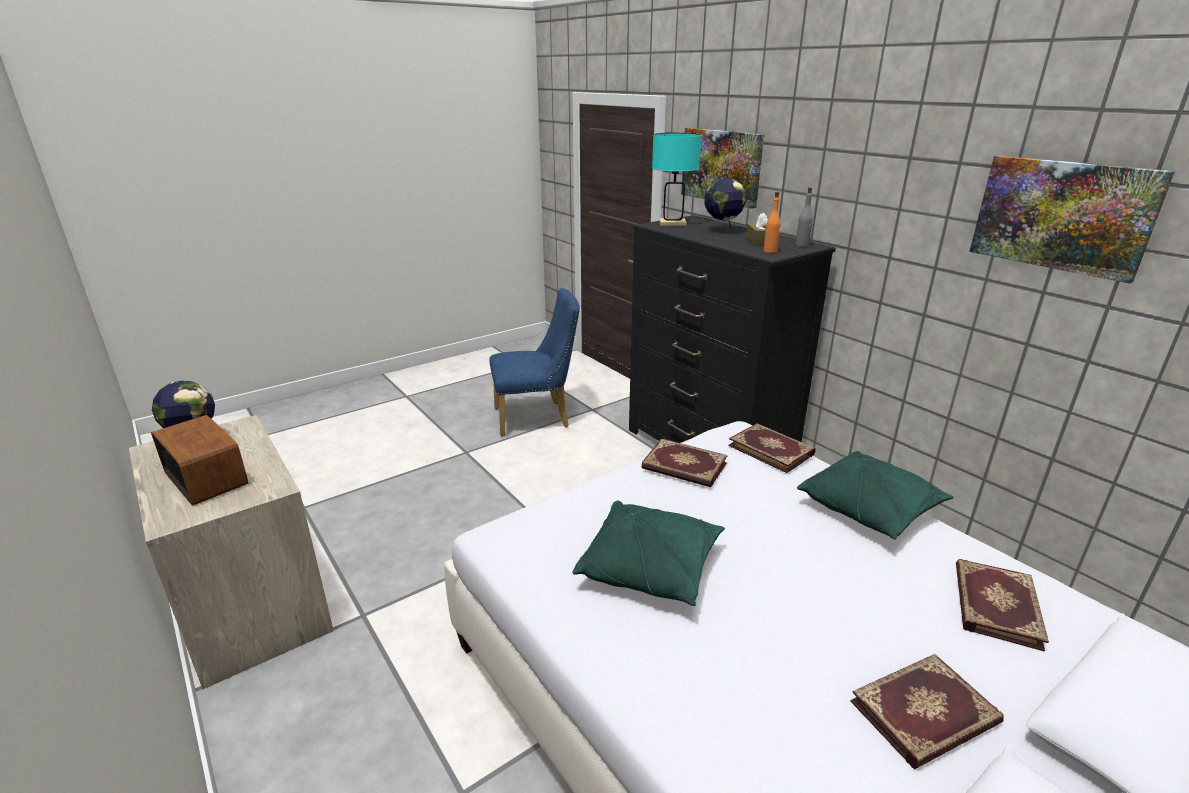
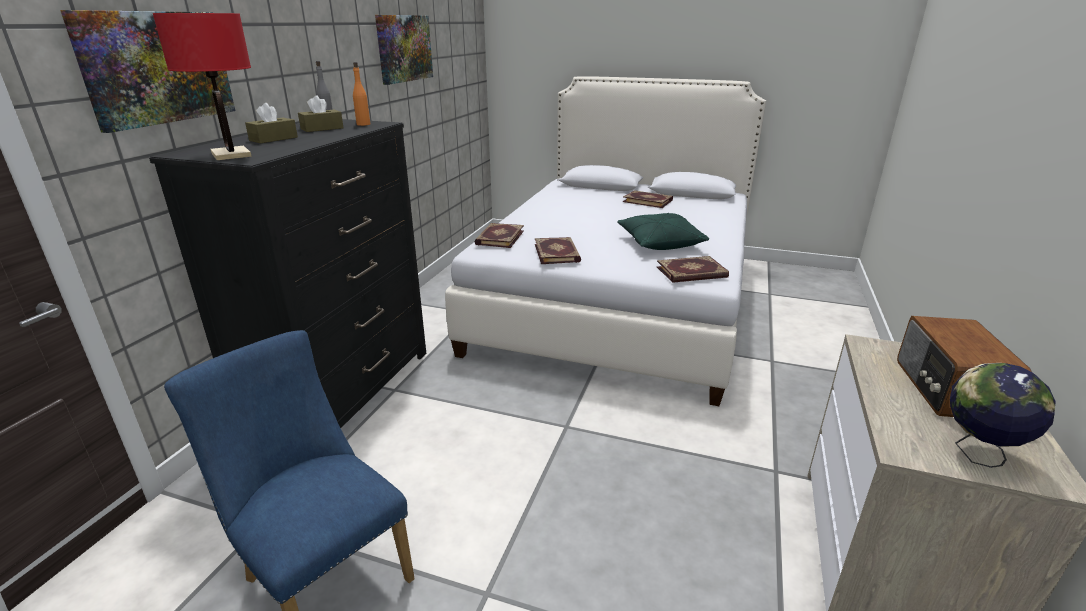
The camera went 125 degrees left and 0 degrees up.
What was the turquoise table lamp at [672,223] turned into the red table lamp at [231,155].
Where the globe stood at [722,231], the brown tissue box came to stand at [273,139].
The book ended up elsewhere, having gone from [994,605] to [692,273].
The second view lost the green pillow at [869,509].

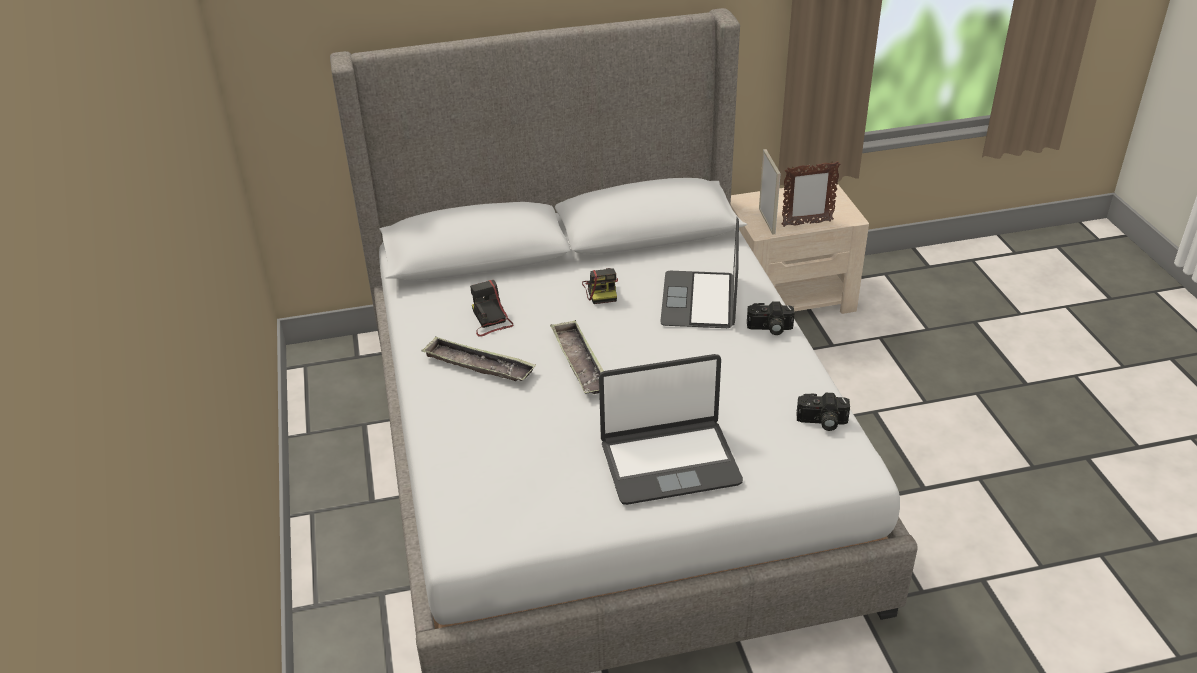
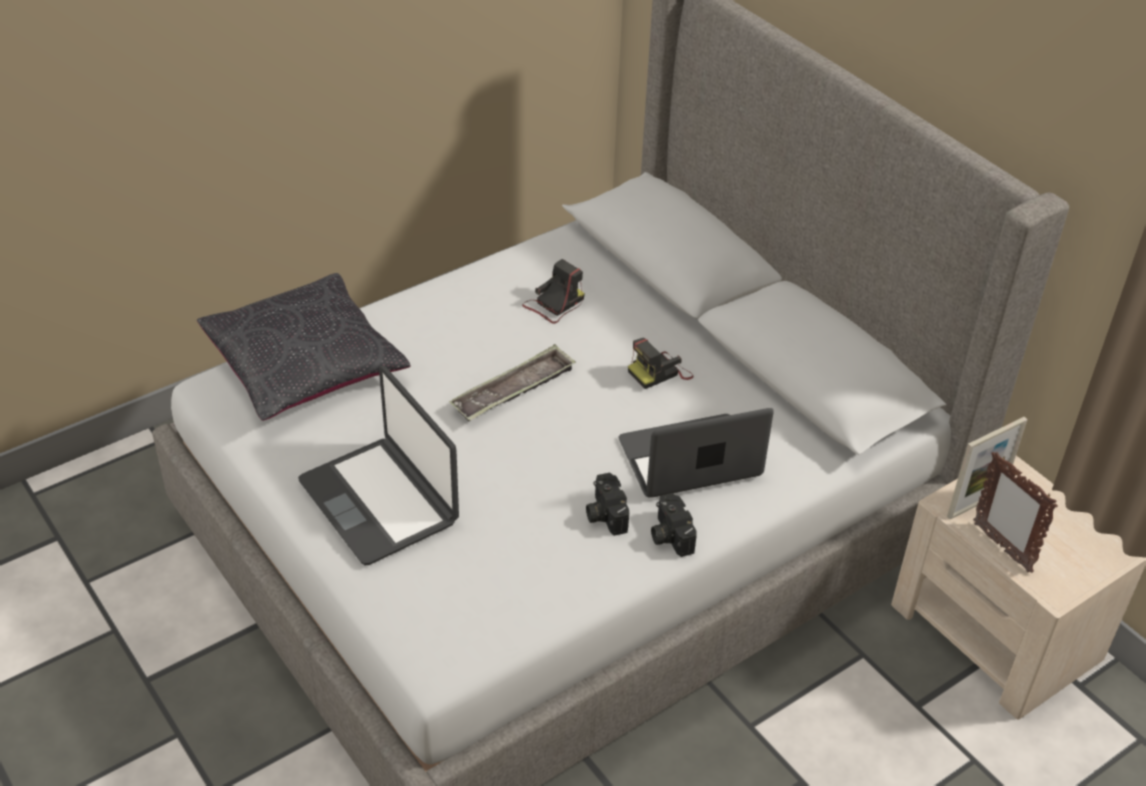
The camera went 65 degrees right and 5 degrees up.
The second view gained the black pillow at [304,365].
The photo camera ended up elsewhere, having gone from [822,422] to [604,514].
The second view lost the tray at [478,365].

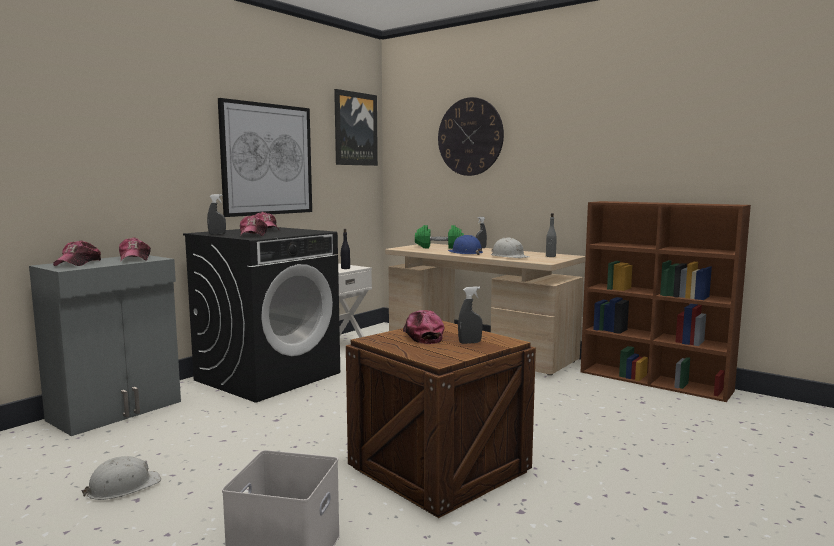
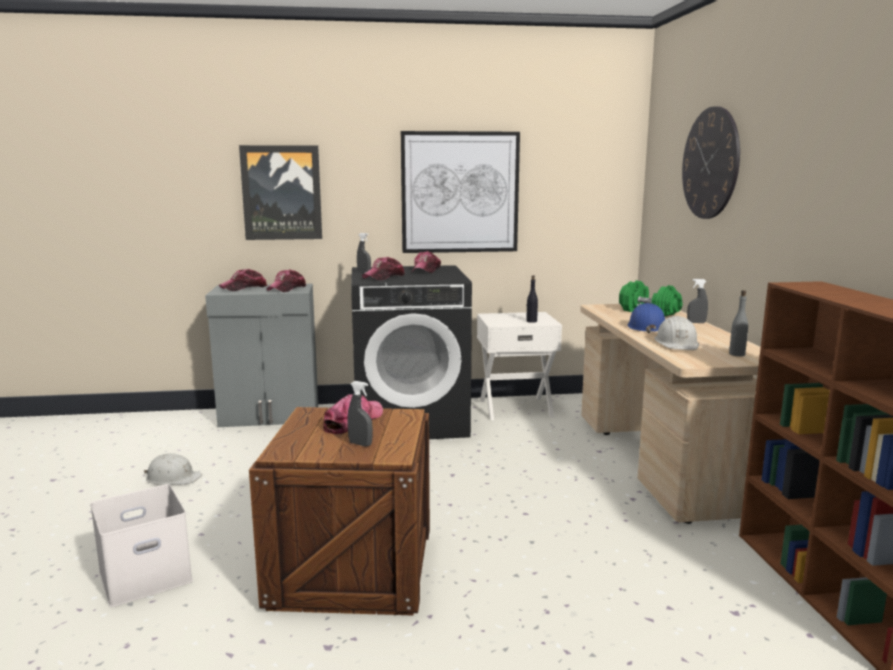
The camera went 45 degrees right and 5 degrees up.
The picture ended up elsewhere, having gone from [355,129] to [281,193].

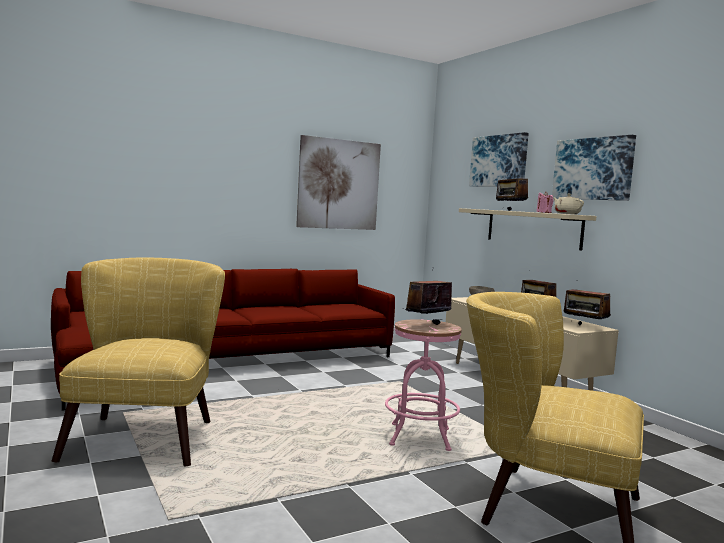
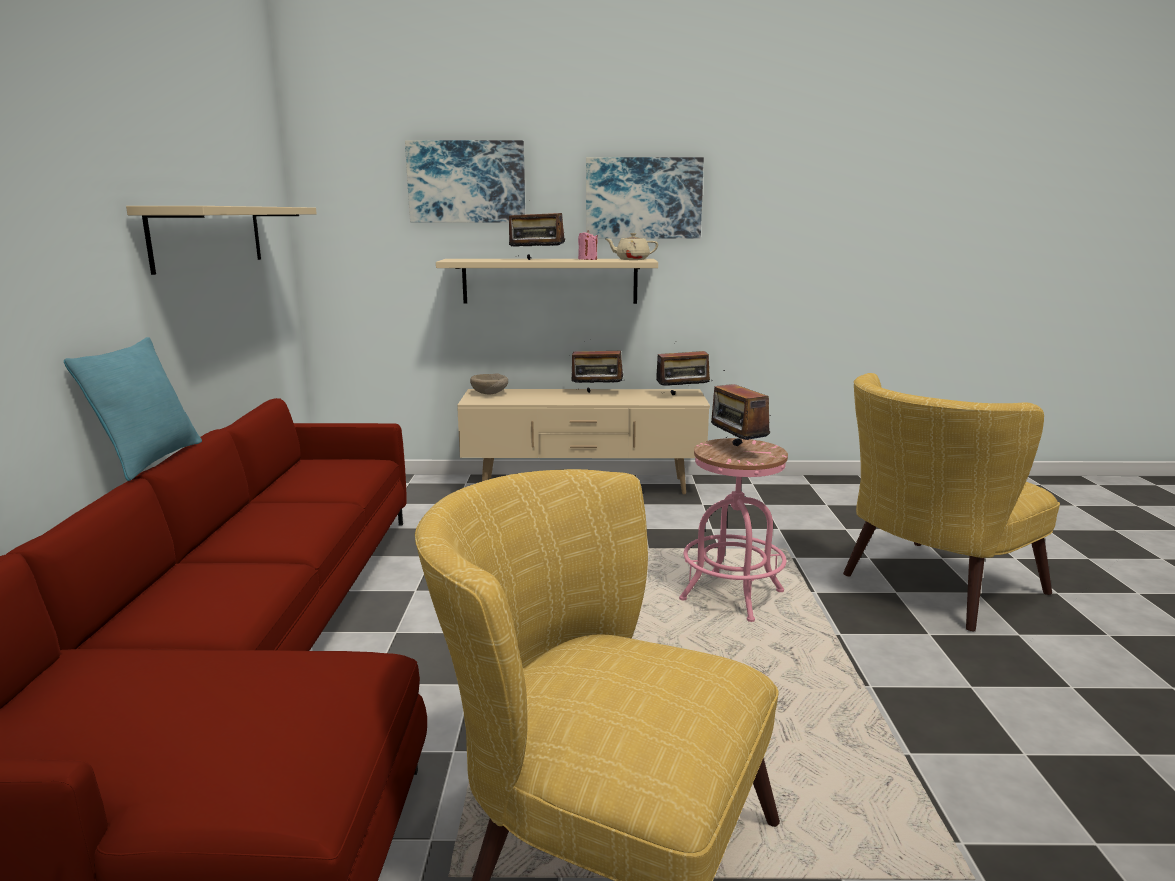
The camera went 60 degrees left and 10 degrees up.
The second view gained the turquoise pillow at [151,460].
Where the picture hung at [338,184], the beige shelf came to hang at [208,236].

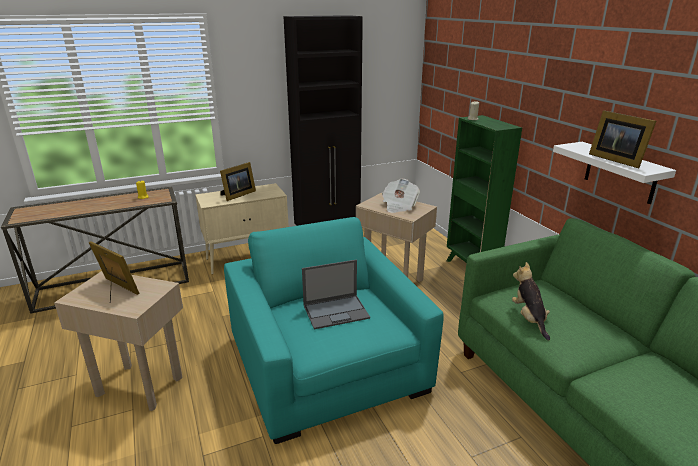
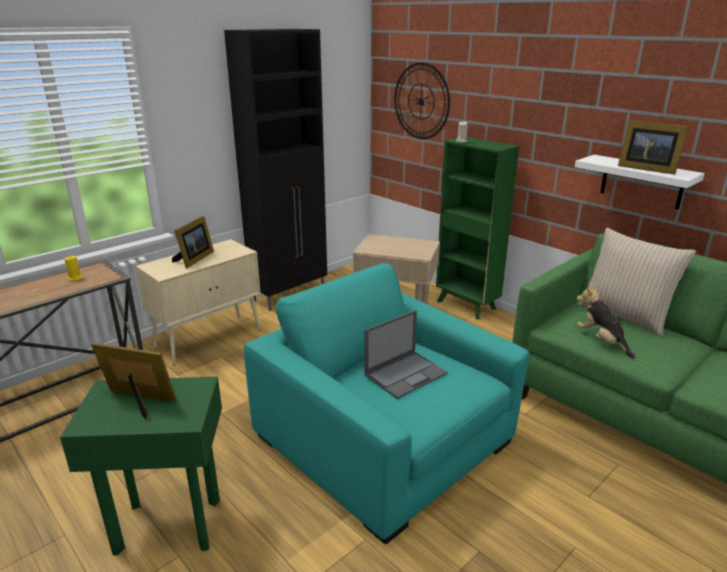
The camera went 20 degrees left and 0 degrees up.
What was the beige side table at [140,385] turned into the green side table at [168,524].
The second view gained the wall clock at [421,101].
The second view gained the beige pillow at [624,315].
The second view lost the newspaper at [399,206].

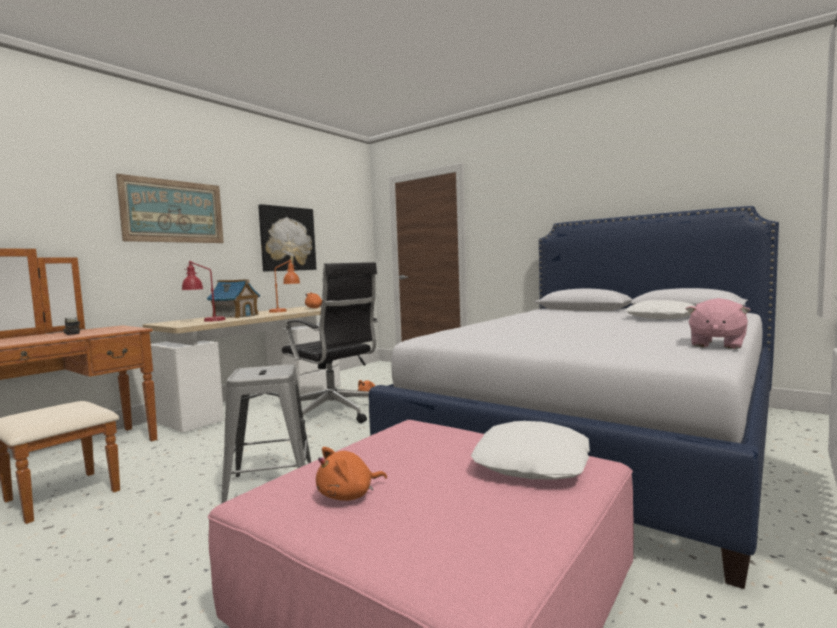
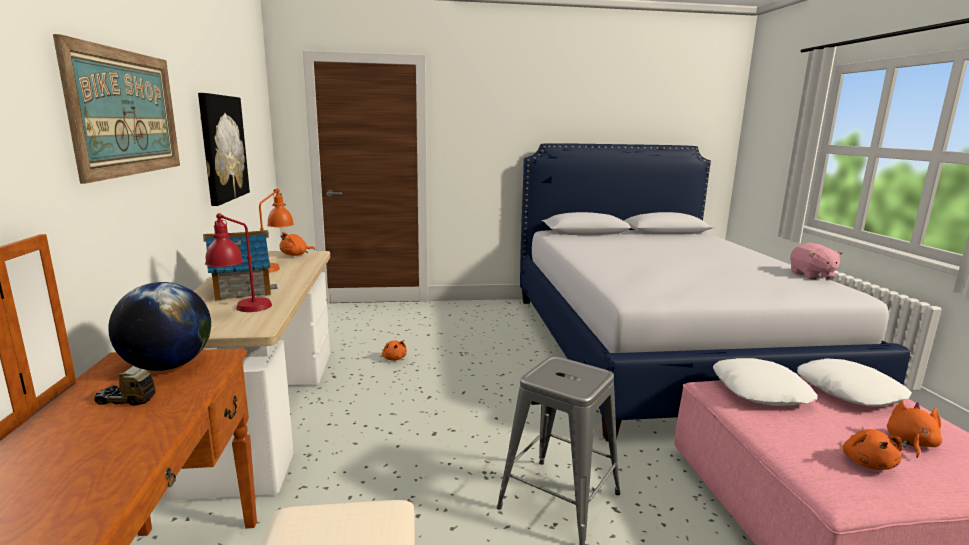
The camera went 45 degrees left and 10 degrees up.
The second view gained the globe at [168,366].
The white pillow ended up elsewhere, having gone from [661,317] to [761,391].
The second view gained the orange plush toy at [910,443].
The second view lost the black office chair at [334,414].

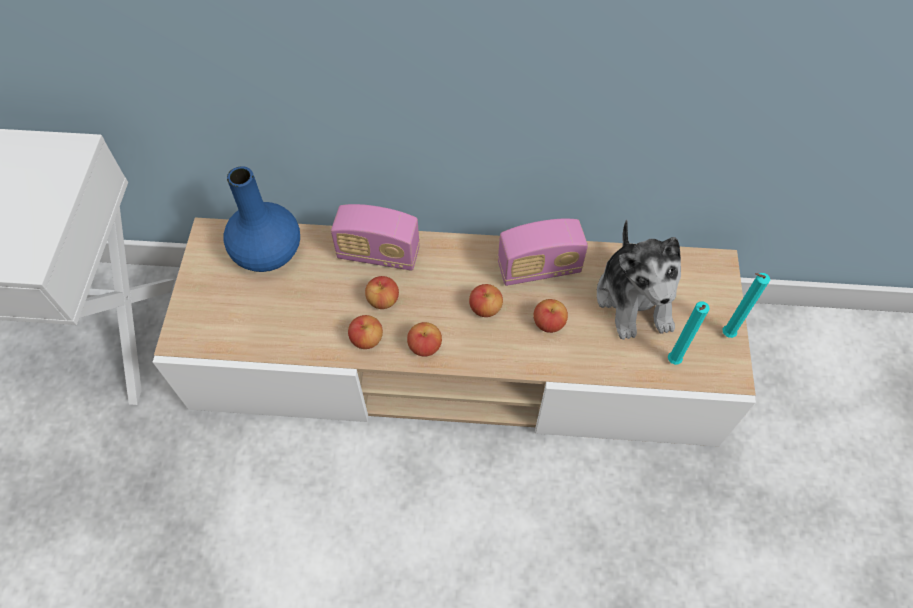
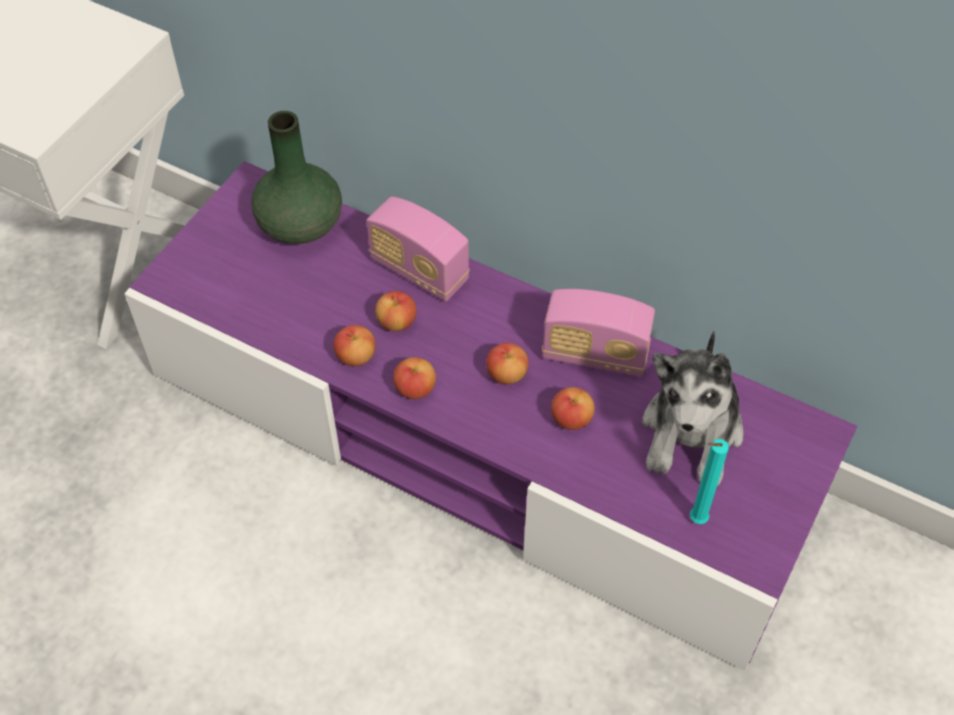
The camera went 25 degrees right and 5 degrees down.
What was the beige tv stand at [456,359] turned into the purple tv stand at [477,440].
What was the blue vase at [268,252] turned into the green vase at [301,225].
The second view lost the turquoise candle at [725,334].

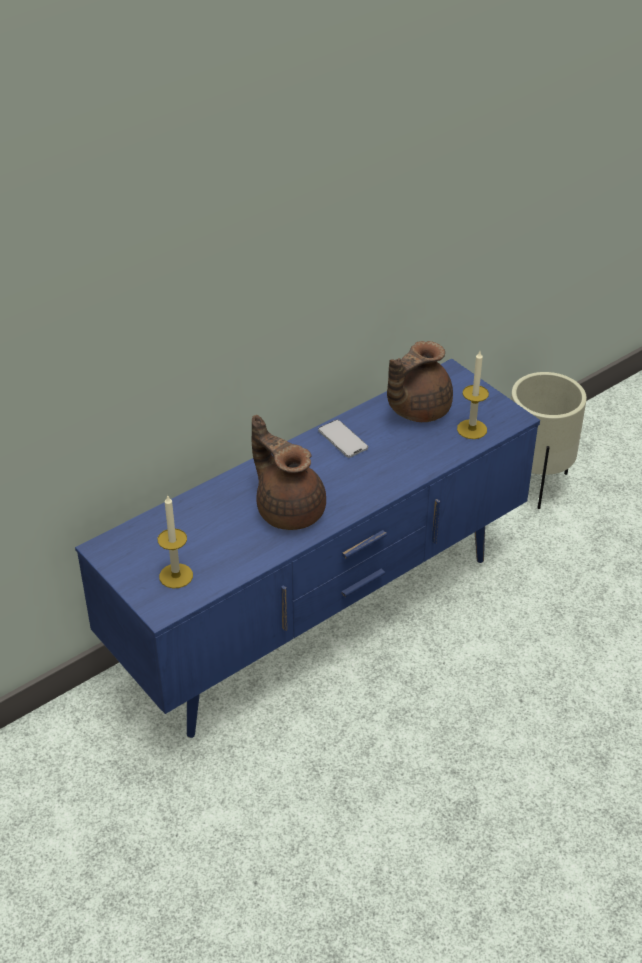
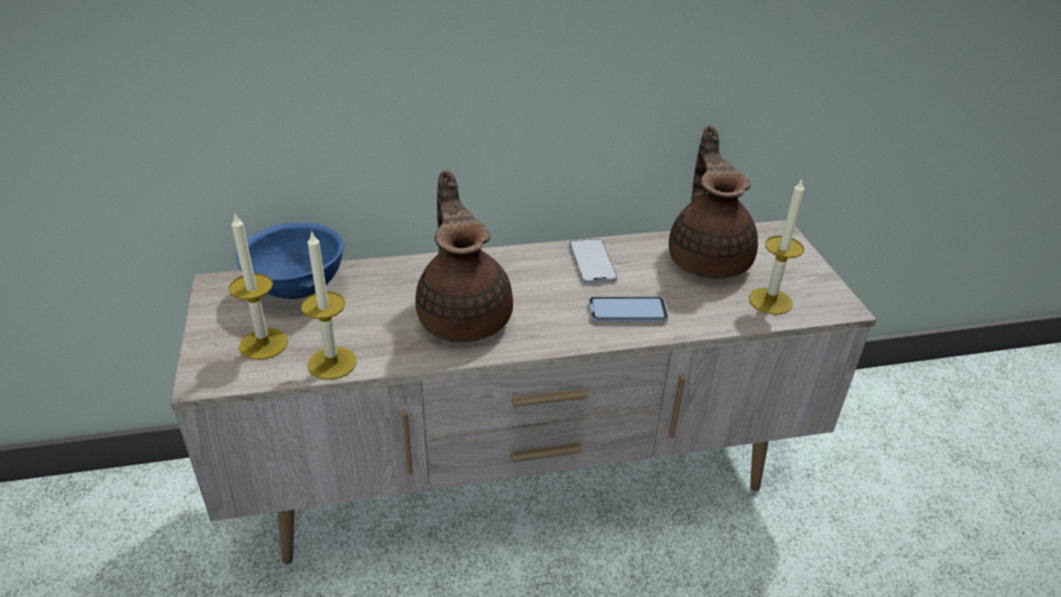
The camera went 25 degrees right and 5 degrees down.
What was the blue tv stand at [320,620] turned into the beige tv stand at [523,484].
The second view gained the blue bowl at [297,290].
The second view gained the candle at [332,363].
The second view gained the phone at [627,311].
The brown teapot at [416,409] ended up facing another way, 105 degrees clockwise from before.
The second view lost the beige planter at [536,485].

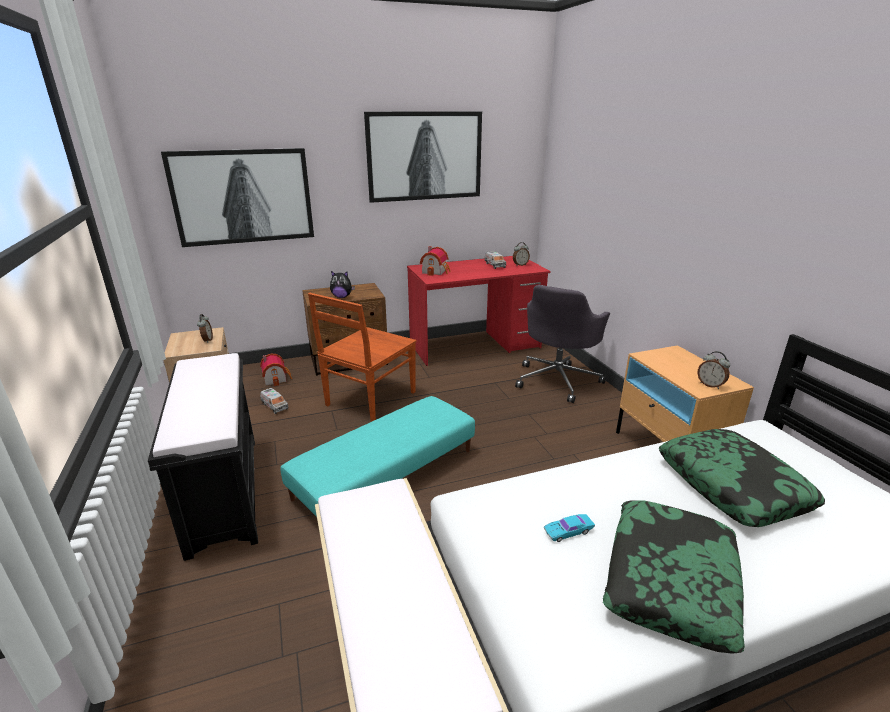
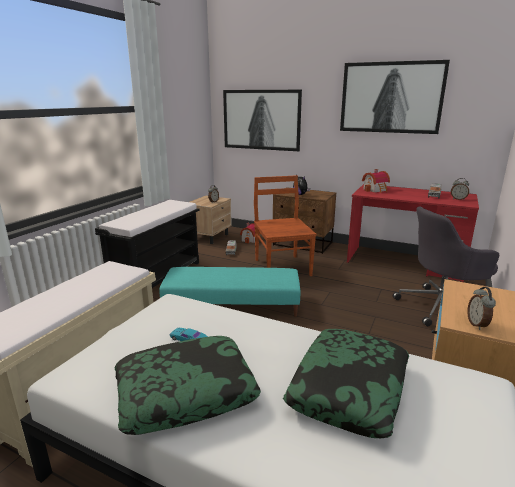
The camera went 45 degrees right and 5 degrees down.
The brown chair at [369,399] ended up facing another way, 90 degrees clockwise from before.

